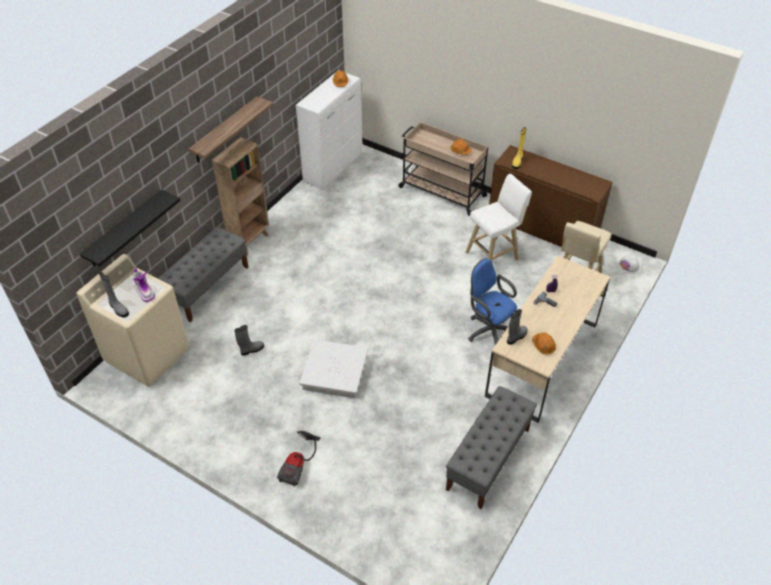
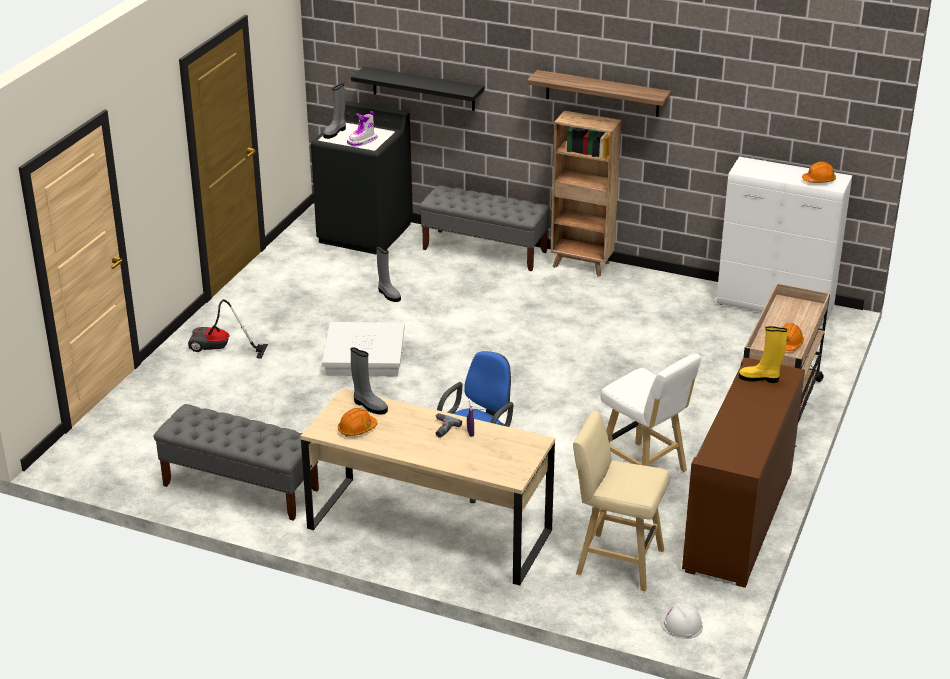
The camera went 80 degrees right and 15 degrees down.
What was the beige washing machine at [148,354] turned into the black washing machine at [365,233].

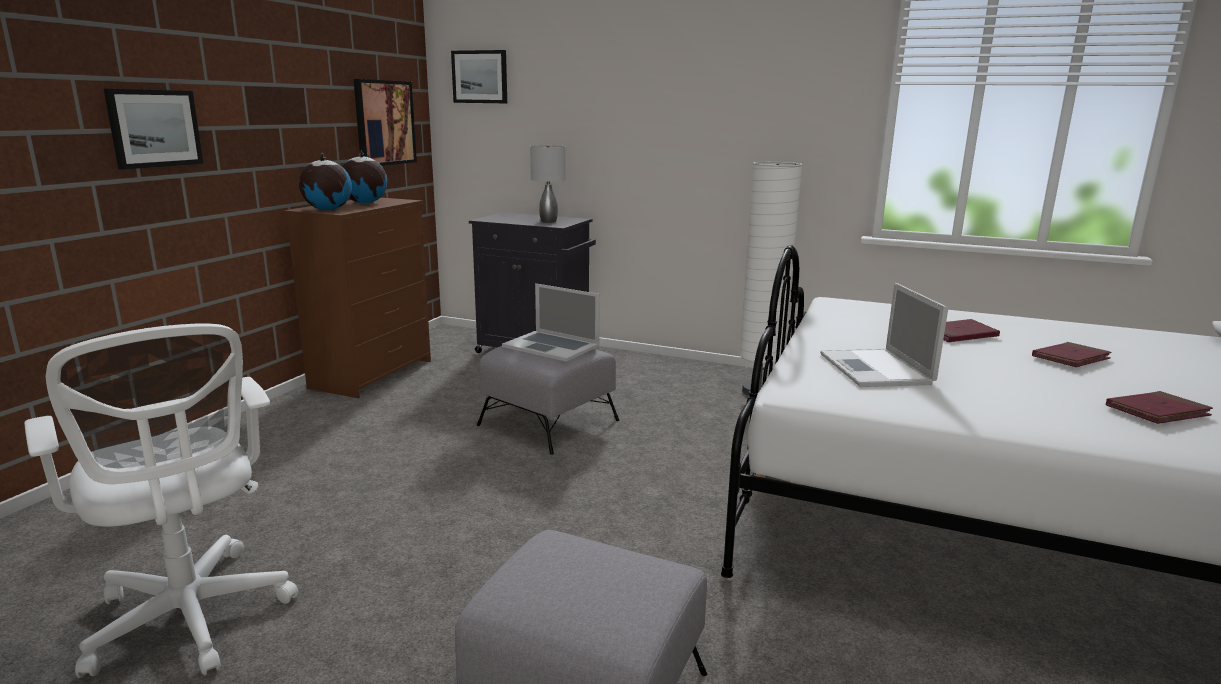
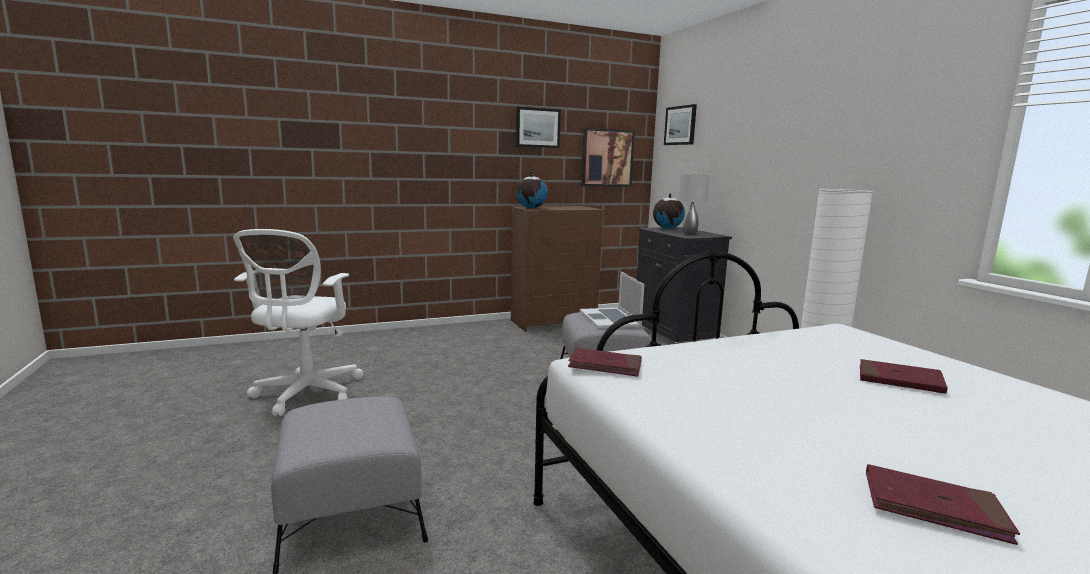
The camera went 45 degrees right and 5 degrees down.
The picture ended up elsewhere, having gone from [154,128] to [537,128].
The red book ended up elsewhere, having gone from [1070,358] to [605,366].
The globe ended up elsewhere, having gone from [364,203] to [667,228].
The second view lost the laptop at [876,369].

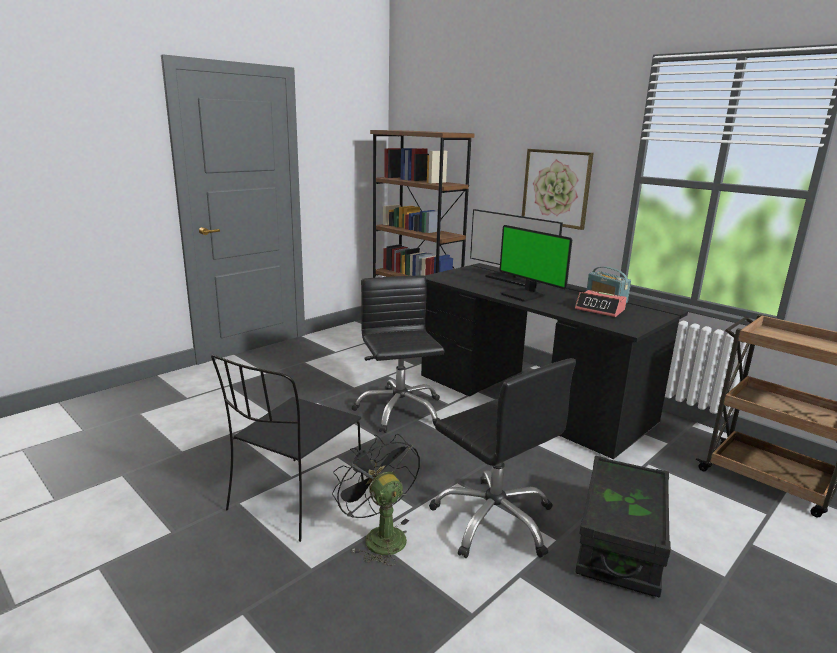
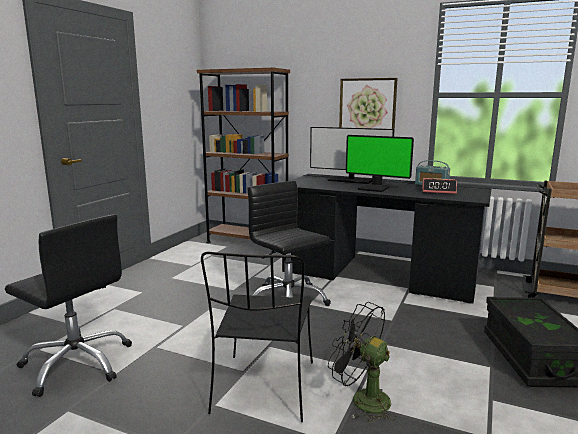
The camera went 20 degrees left and 5 degrees down.
The black office chair ended up elsewhere, having gone from [494,520] to [77,363].

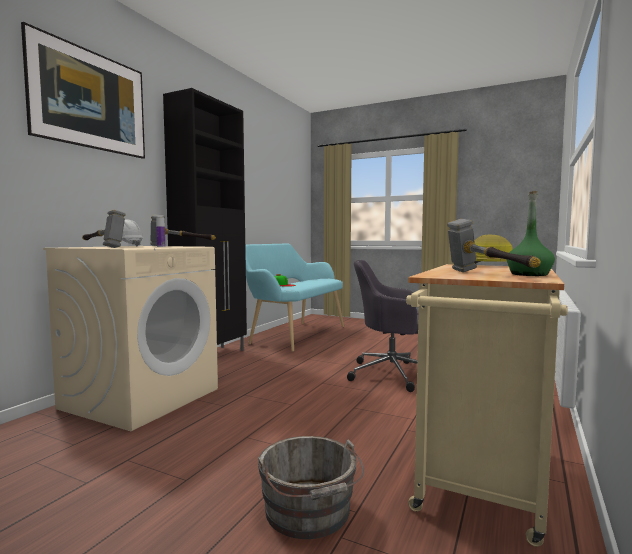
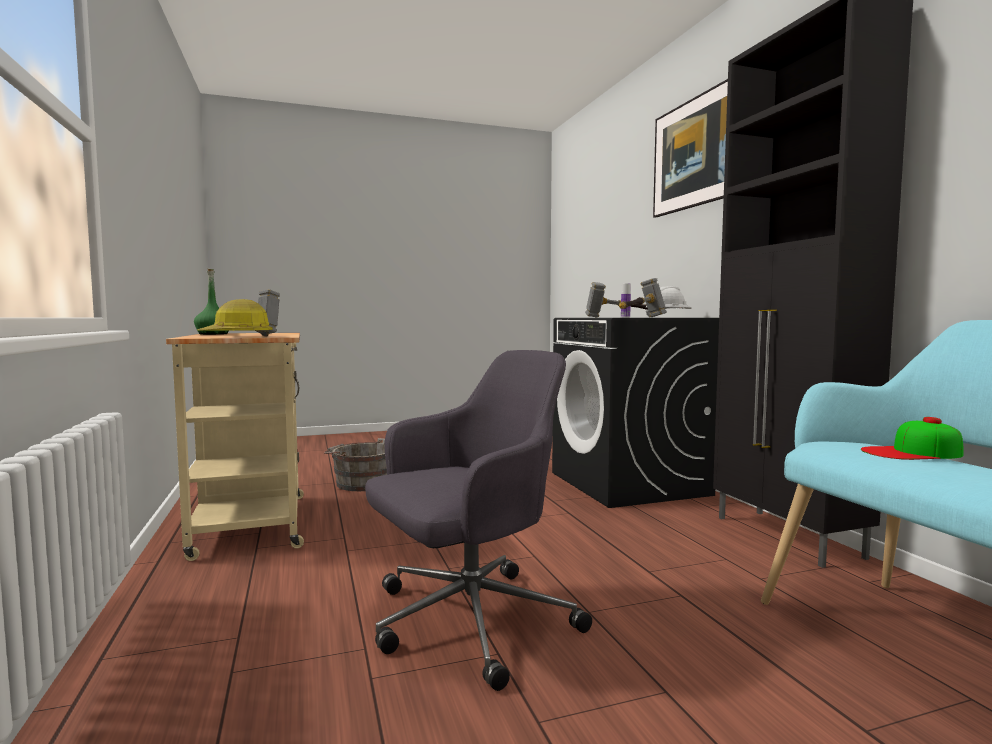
The camera went 135 degrees right and 0 degrees up.
What was the beige washing machine at [141,398] turned into the black washing machine at [629,484].

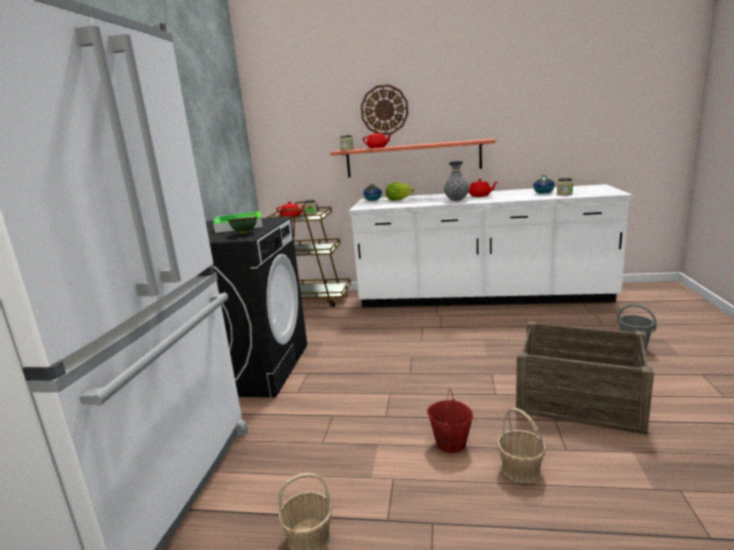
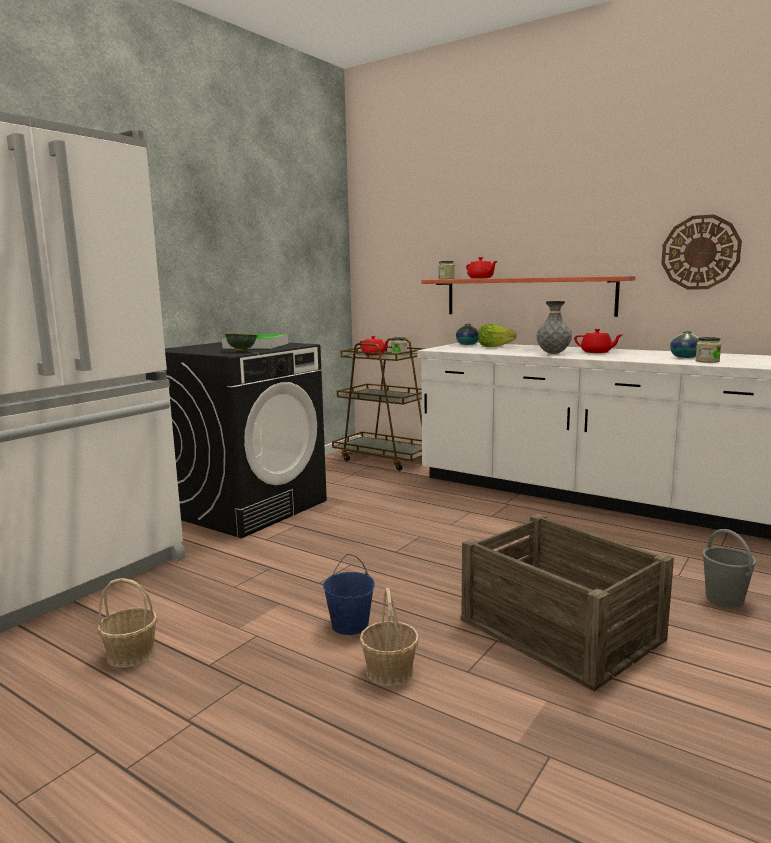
The camera went 25 degrees right and 5 degrees down.
What was the red bucket at [450,443] turned into the blue bucket at [349,625].
The wall clock ended up elsewhere, having gone from [384,110] to [700,252].

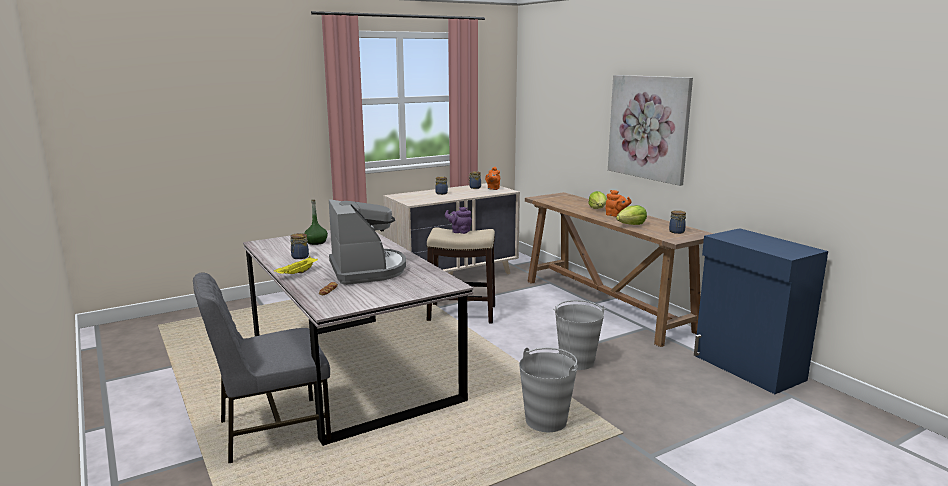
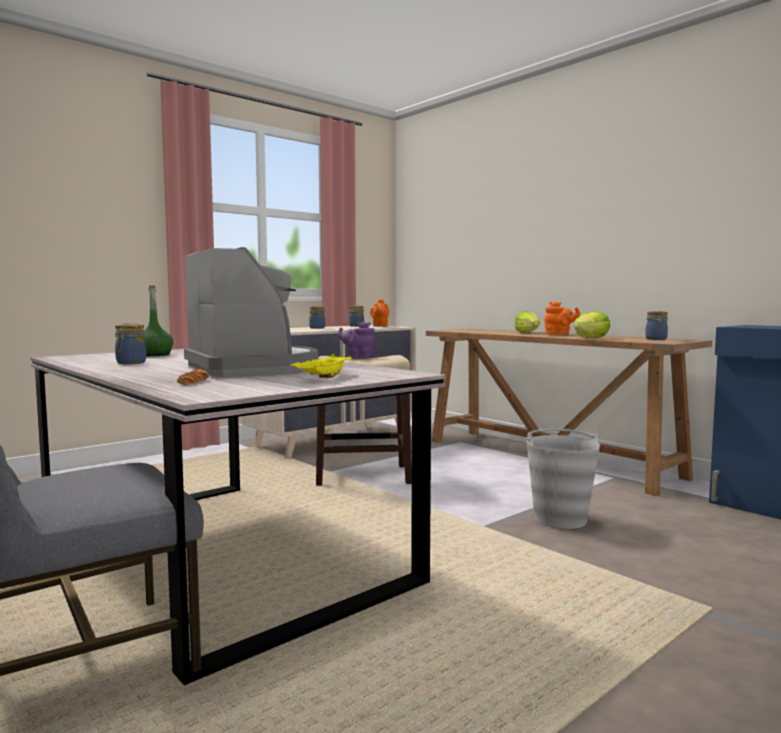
The camera went 10 degrees left and 10 degrees down.
The yellow tray ended up elsewhere, having gone from [297,274] to [324,378].
The second view lost the grey bucket at [546,421].
The second view lost the picture at [648,127].

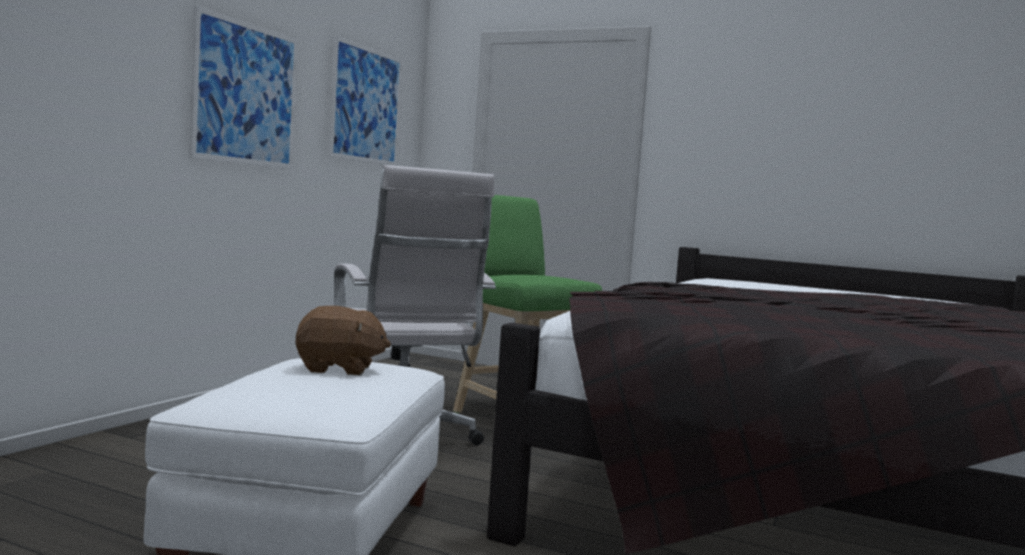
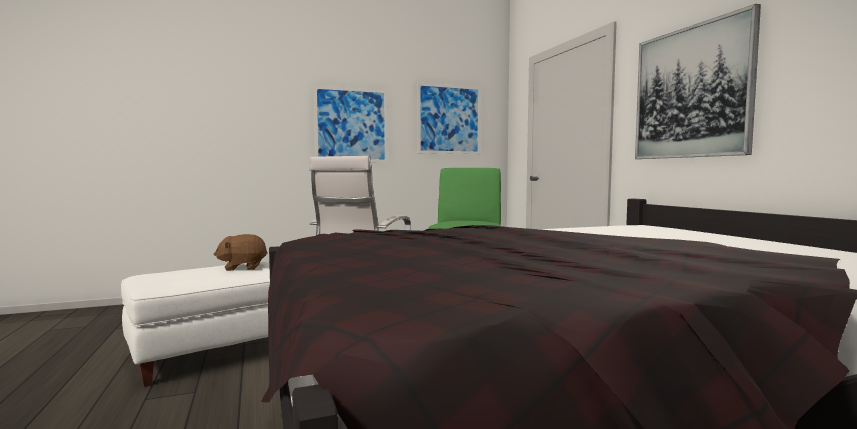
The camera went 45 degrees right and 0 degrees up.
The brown plush toy at [339,369] ended up facing another way, 120 degrees clockwise from before.
The second view gained the picture at [691,92].

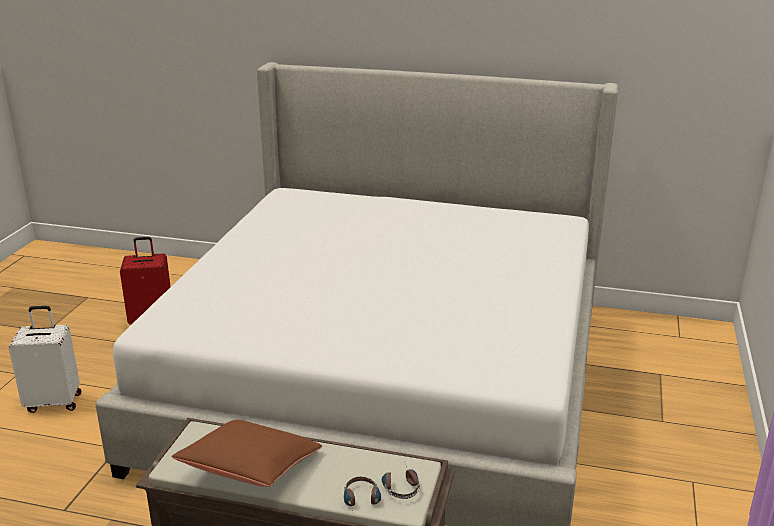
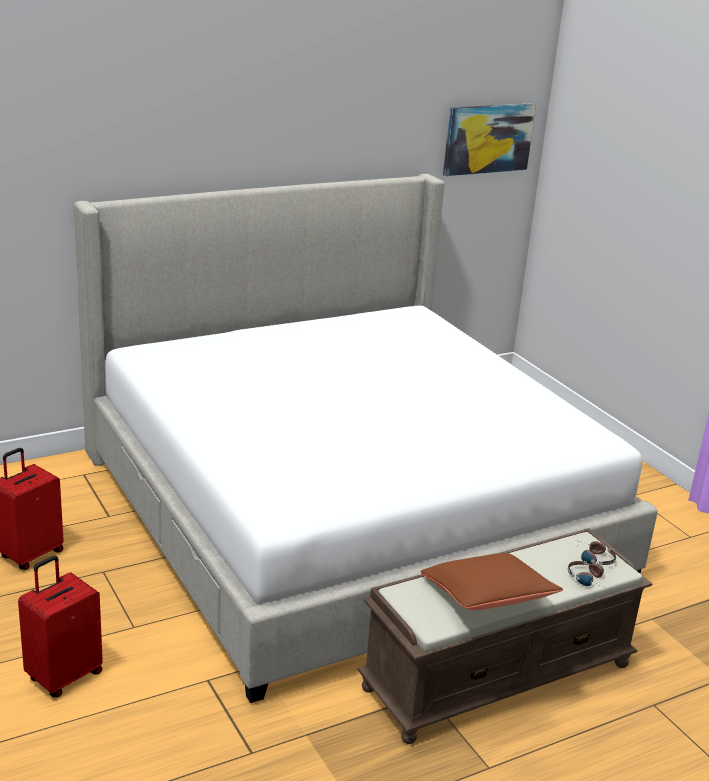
The camera went 45 degrees left and 0 degrees up.
What was the white suitcase at [54,402] turned into the red suitcase at [64,676].
The second view gained the picture at [488,138].

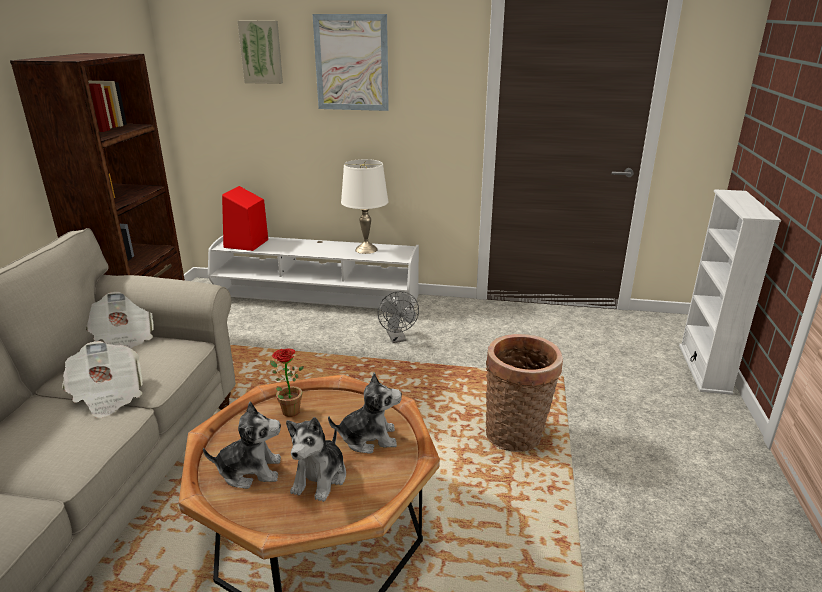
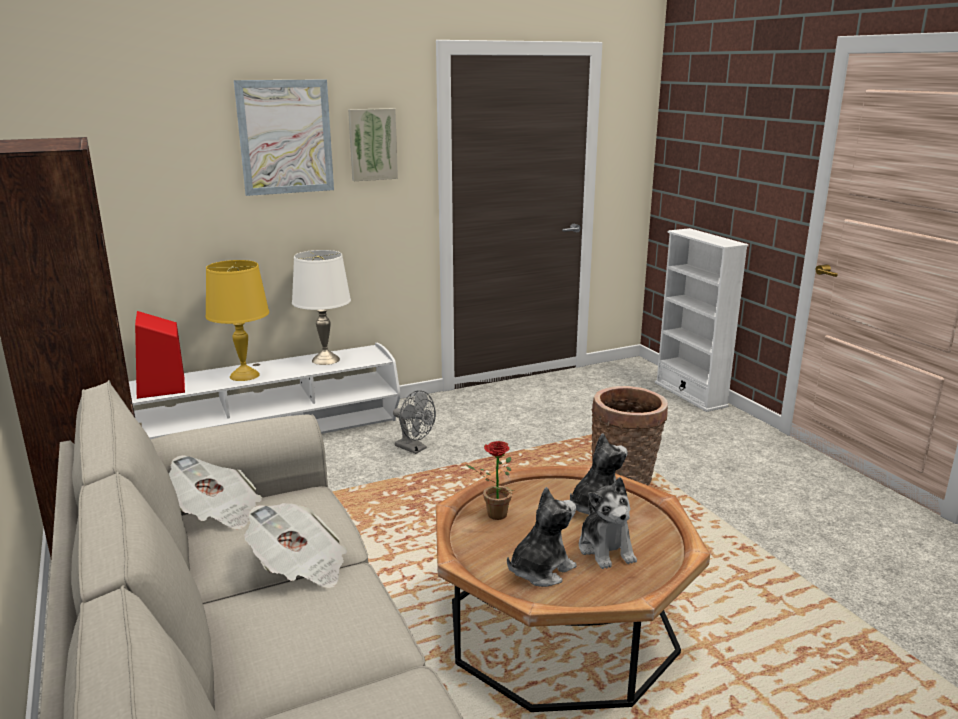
The camera went 35 degrees left and 5 degrees down.
The second view gained the yellow table lamp at [244,375].
The picture ended up elsewhere, having gone from [261,52] to [372,144].

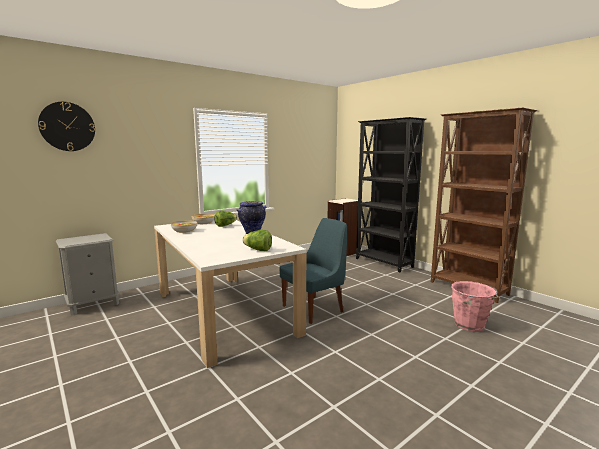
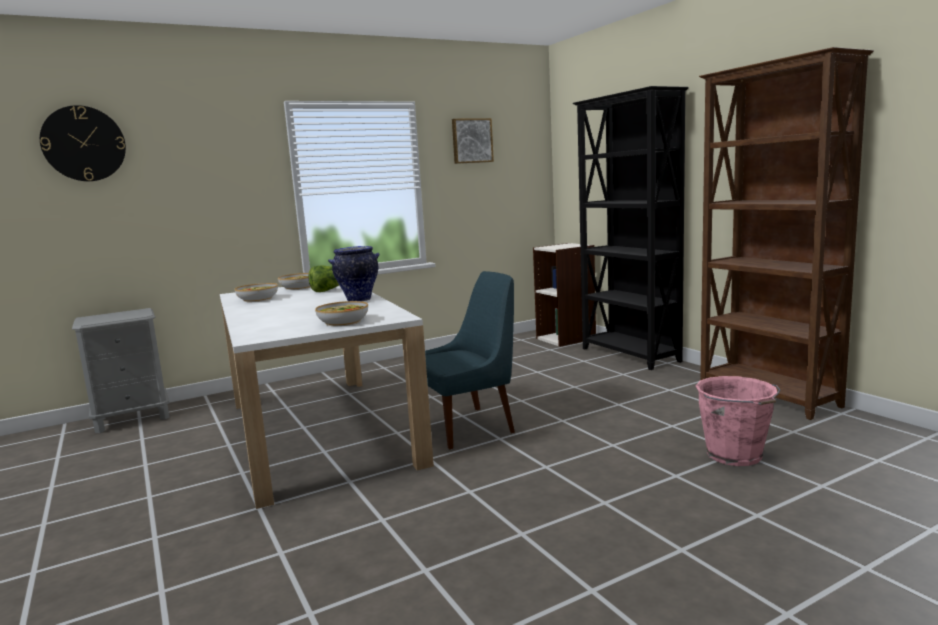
The camera went 10 degrees right and 0 degrees up.
Where the lettuce stood at [258,250], the bowl came to stand at [343,322].
The second view gained the picture at [471,141].

